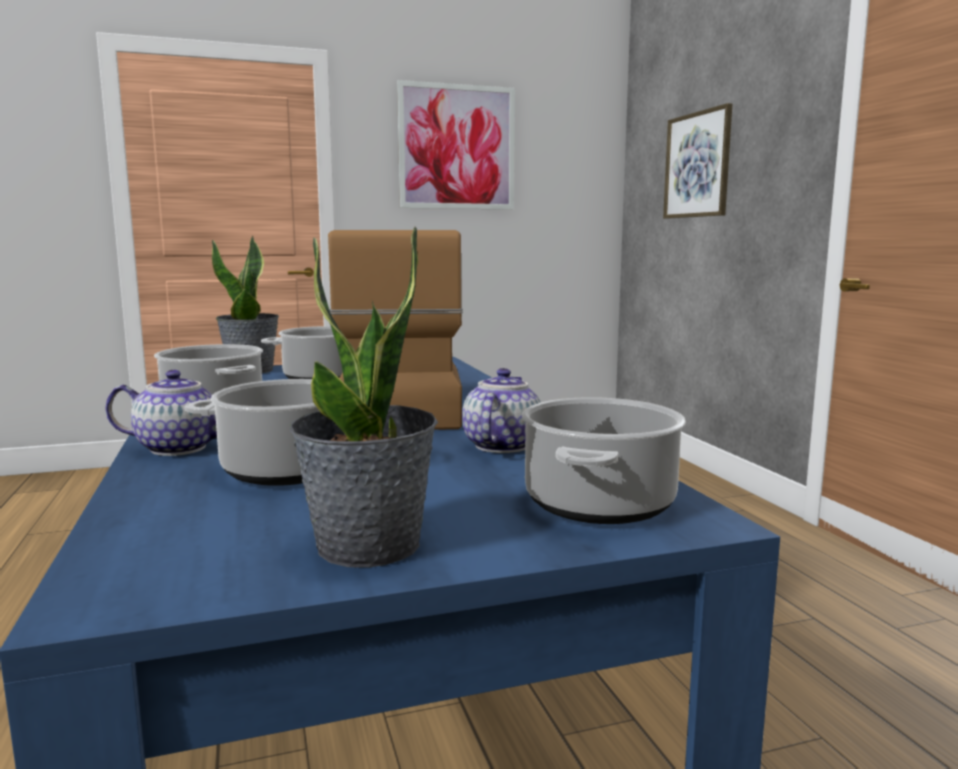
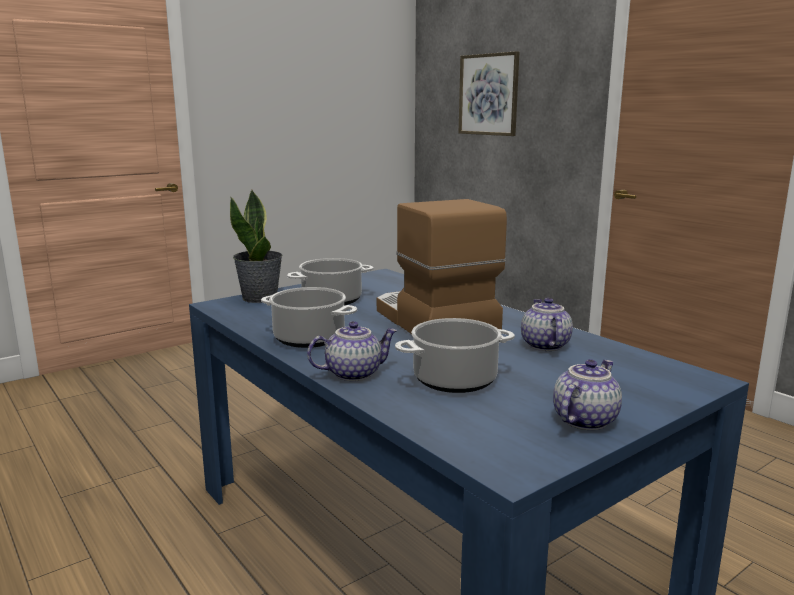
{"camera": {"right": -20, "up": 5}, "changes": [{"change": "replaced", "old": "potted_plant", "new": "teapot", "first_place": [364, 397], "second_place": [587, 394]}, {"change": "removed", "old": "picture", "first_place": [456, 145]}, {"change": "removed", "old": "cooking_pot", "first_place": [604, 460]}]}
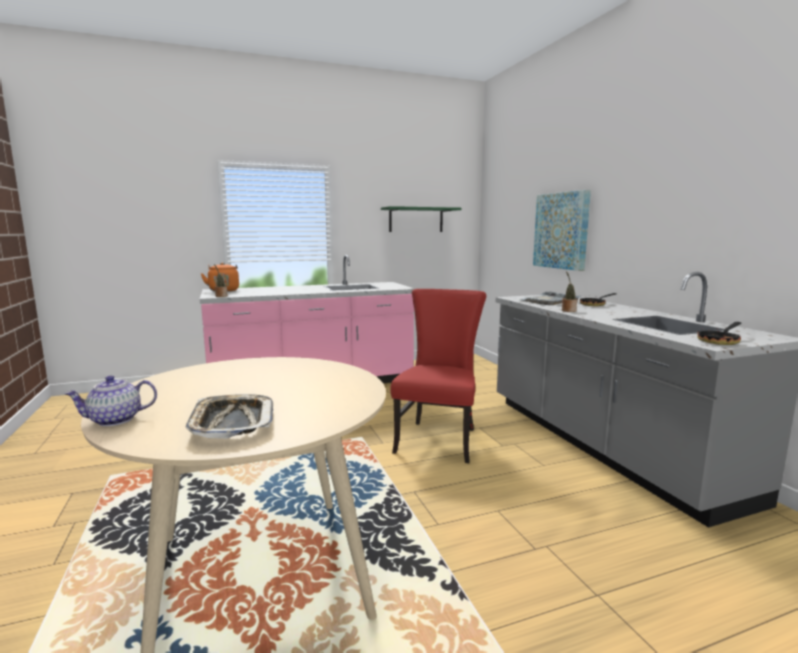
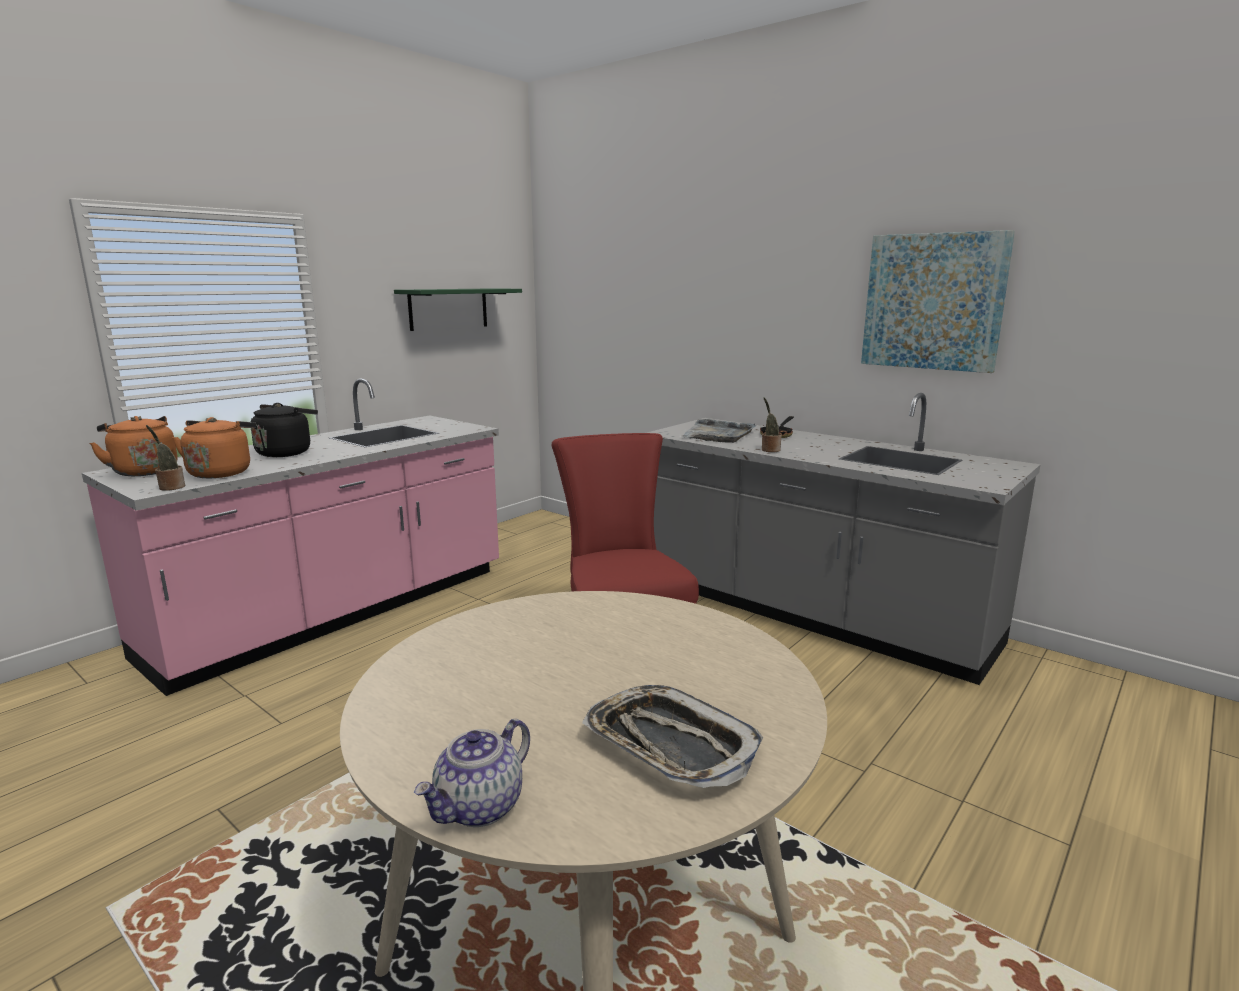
{"camera": {"right": -30, "up": 5}, "changes": [{"change": "moved", "old": "picture", "first_place": [562, 230], "second_place": [938, 301]}, {"change": "removed", "old": "frying_pan", "first_place": [719, 333]}, {"change": "added", "new": "orange_kettle", "second_place": [214, 447]}, {"change": "added", "new": "black_kettle", "second_place": [284, 430]}]}
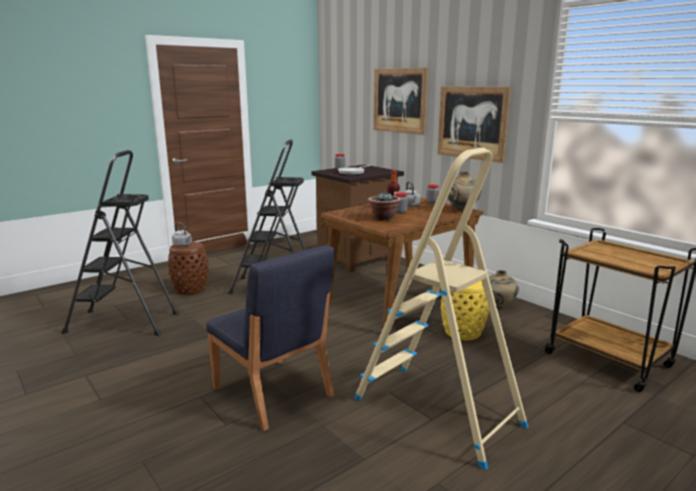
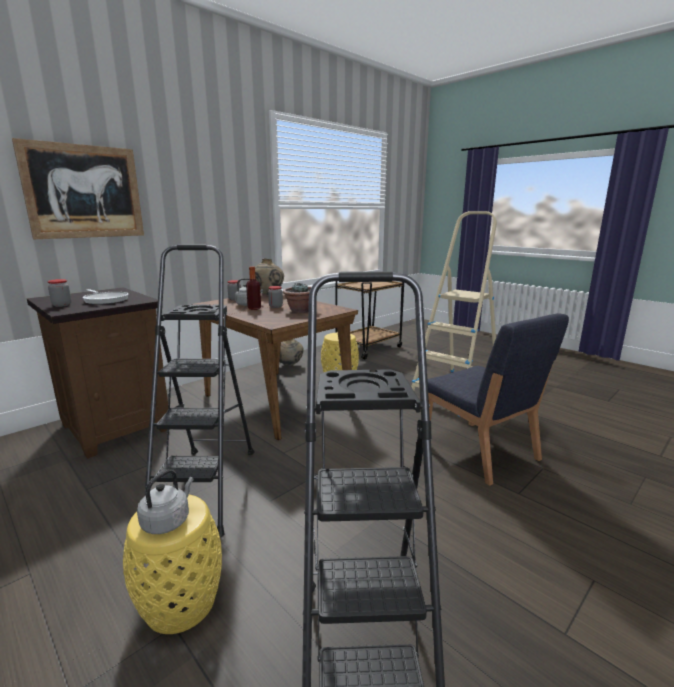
{"camera": {"right": -95, "up": 0}, "changes": [{"change": "recoloured", "old": "brown_stool", "new": "yellow_stool", "first_place": [188, 268], "second_place": [172, 564]}, {"change": "turned", "old": "blue_chair", "first_place": [270, 338], "second_place": [498, 399], "degrees": 105}, {"change": "removed", "old": "picture", "first_place": [474, 124]}]}
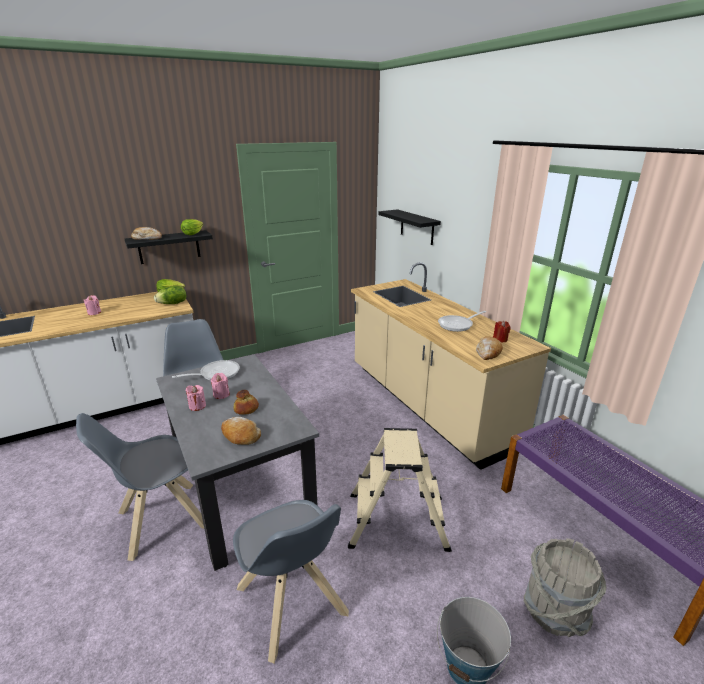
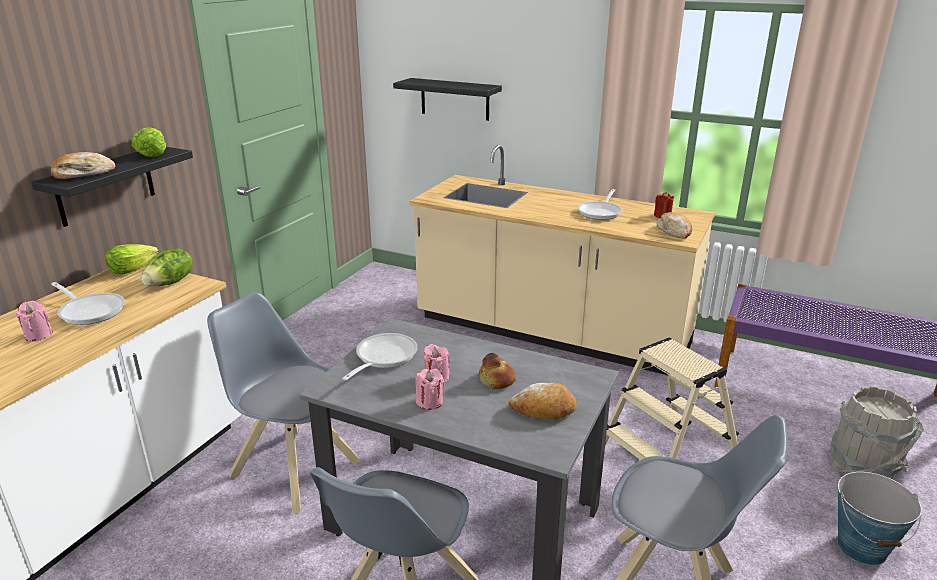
{"camera": {"right": -35, "up": 0}, "changes": [{"change": "added", "new": "frying_pan", "second_place": [88, 303]}]}
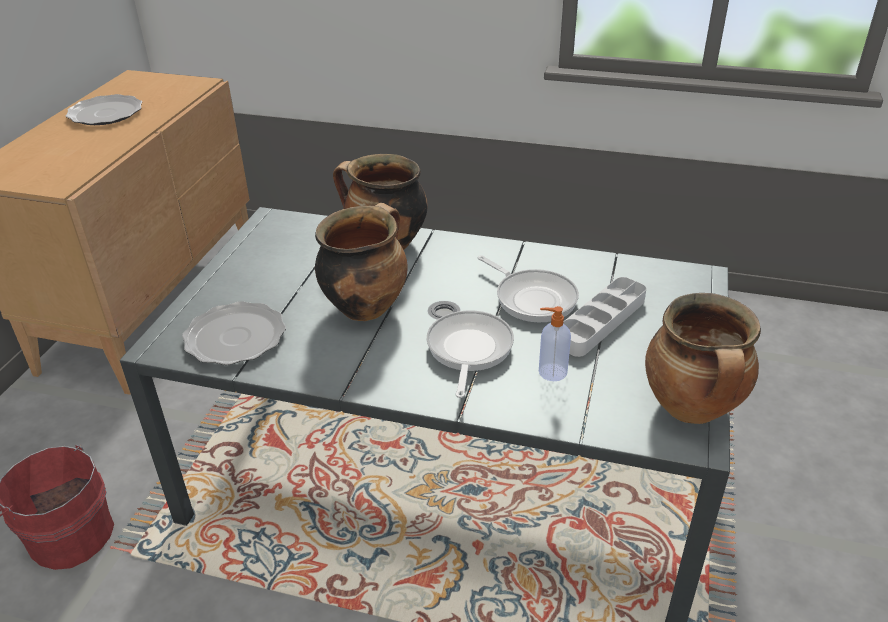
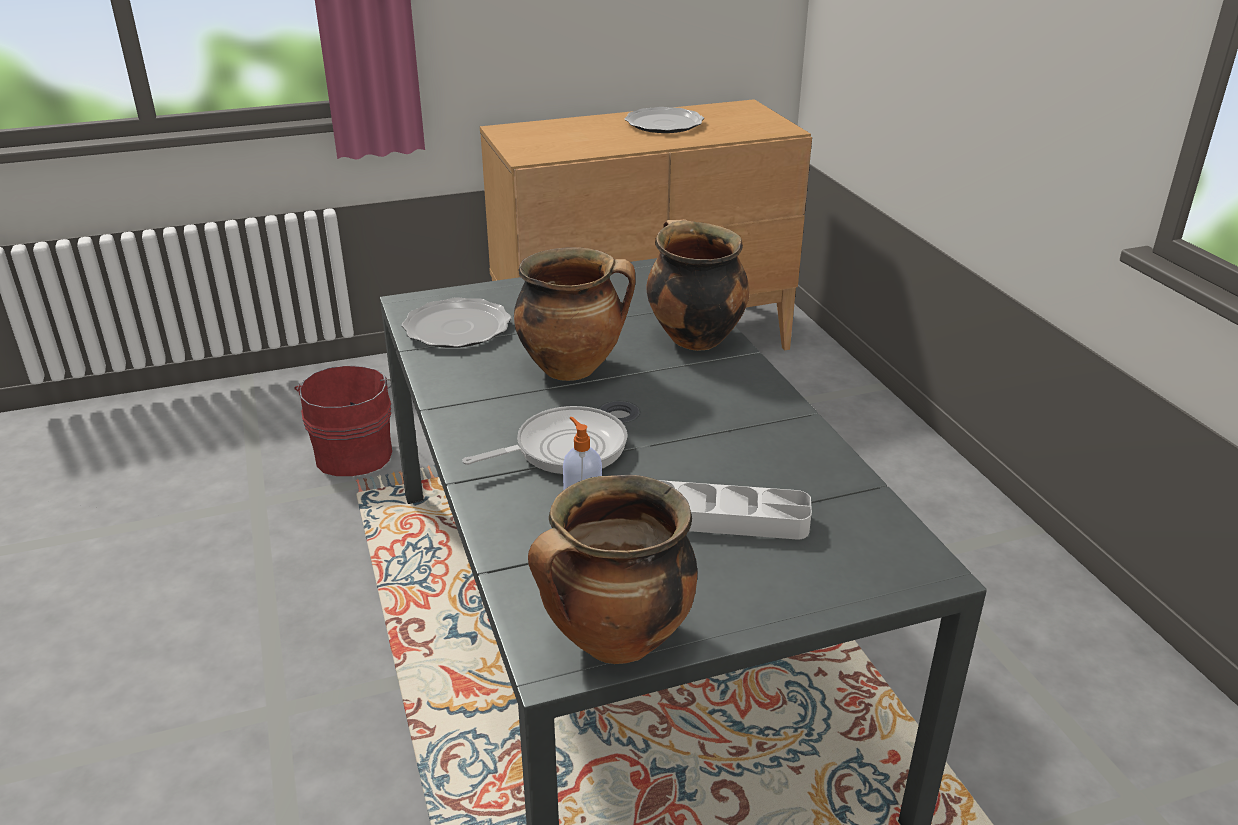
{"camera": {"right": 55, "up": -5}, "changes": [{"change": "removed", "old": "frying_pan", "first_place": [528, 289]}]}
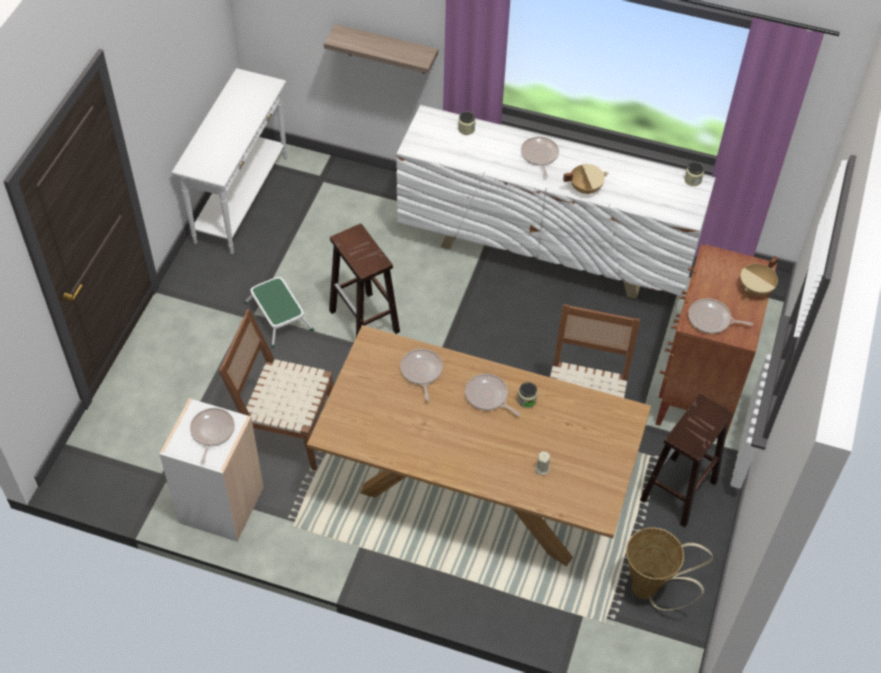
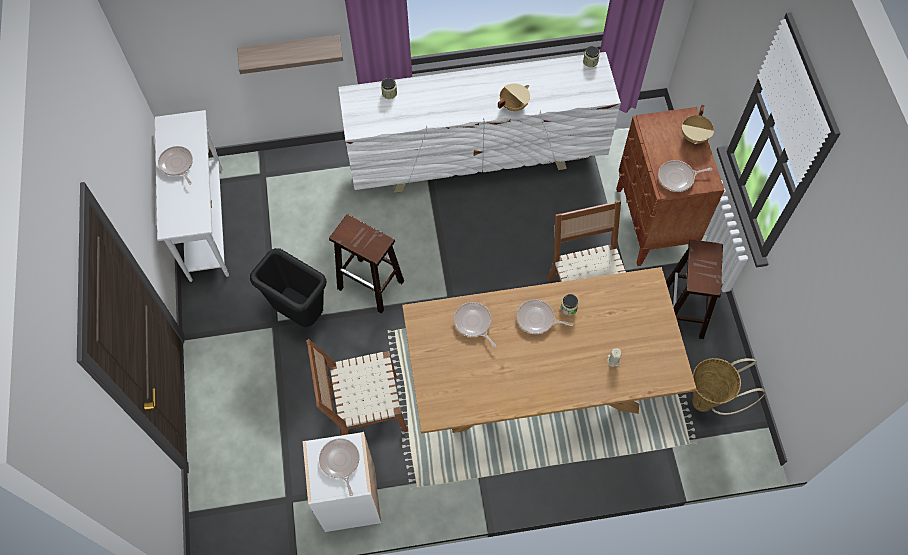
{"camera": {"right": -25, "up": 10}, "changes": [{"change": "replaced", "old": "green_step_ladder", "new": "black_trash_can", "first_place": [279, 313], "second_place": [288, 287]}, {"change": "moved", "old": "frying_pan", "first_place": [540, 157], "second_place": [175, 165]}]}
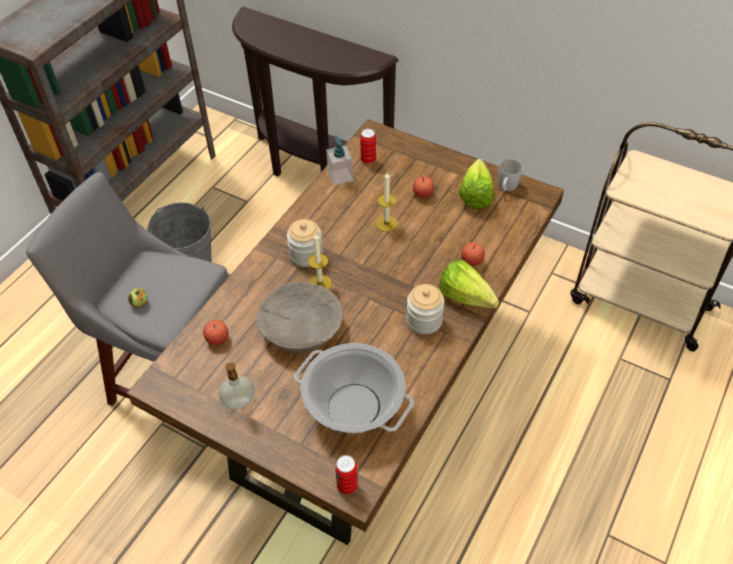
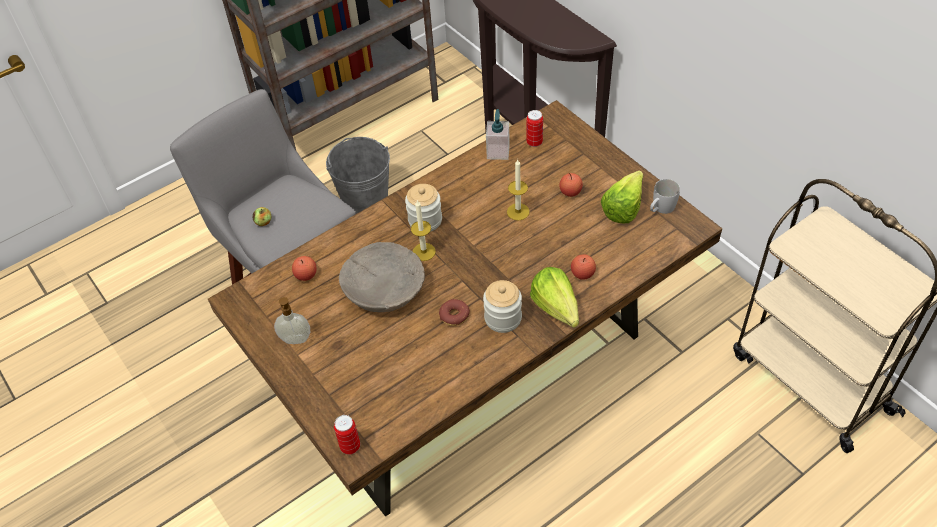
{"camera": {"right": 25, "up": 0}, "changes": [{"change": "removed", "old": "cooking_pot", "first_place": [354, 388]}, {"change": "added", "new": "donut", "second_place": [454, 312]}]}
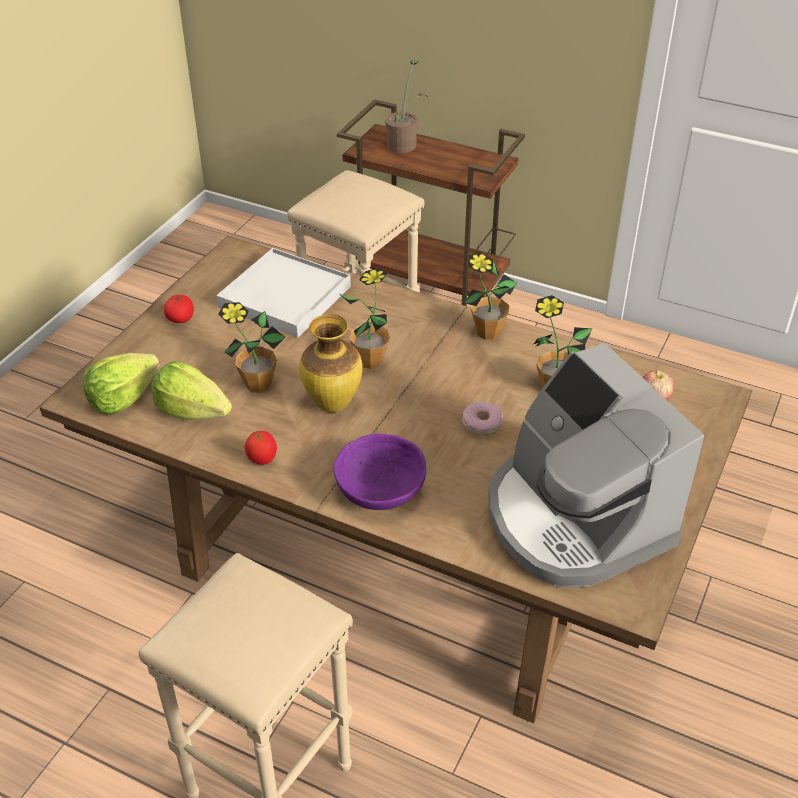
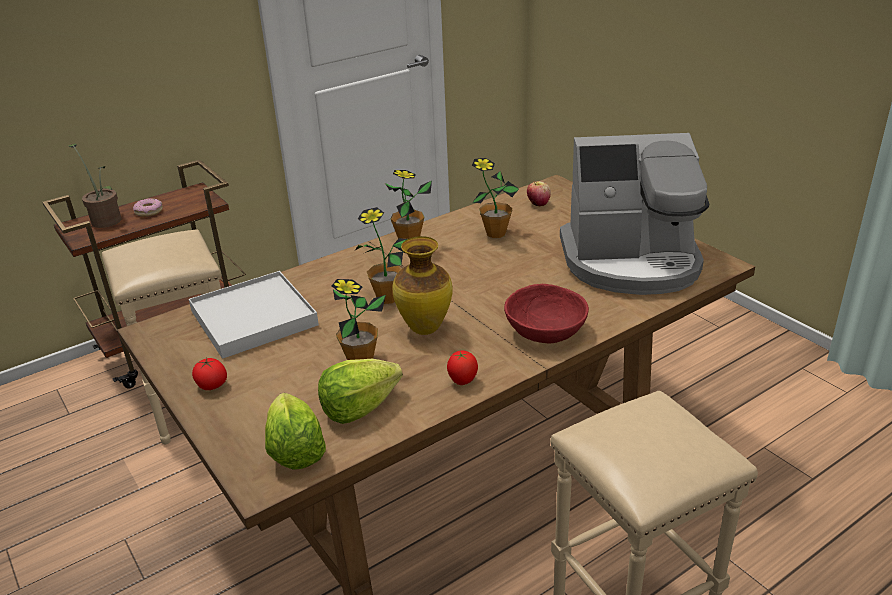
{"camera": {"right": -60, "up": -10}, "changes": [{"change": "recoloured", "old": "purple_bowl", "new": "red_bowl", "first_place": [379, 472], "second_place": [546, 313]}, {"change": "moved", "old": "donut", "first_place": [482, 418], "second_place": [148, 207]}]}
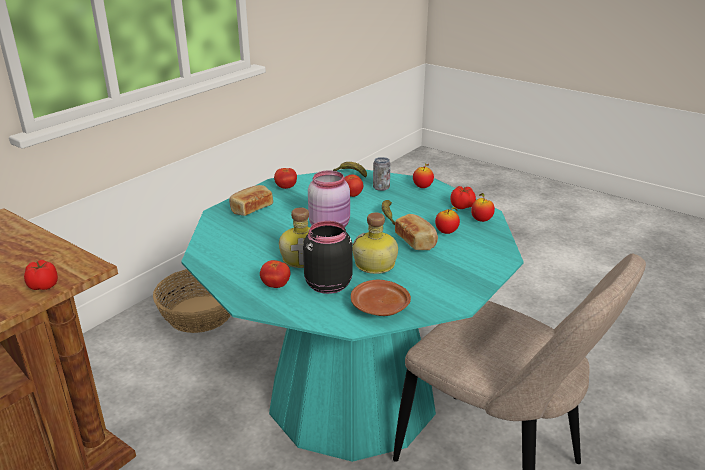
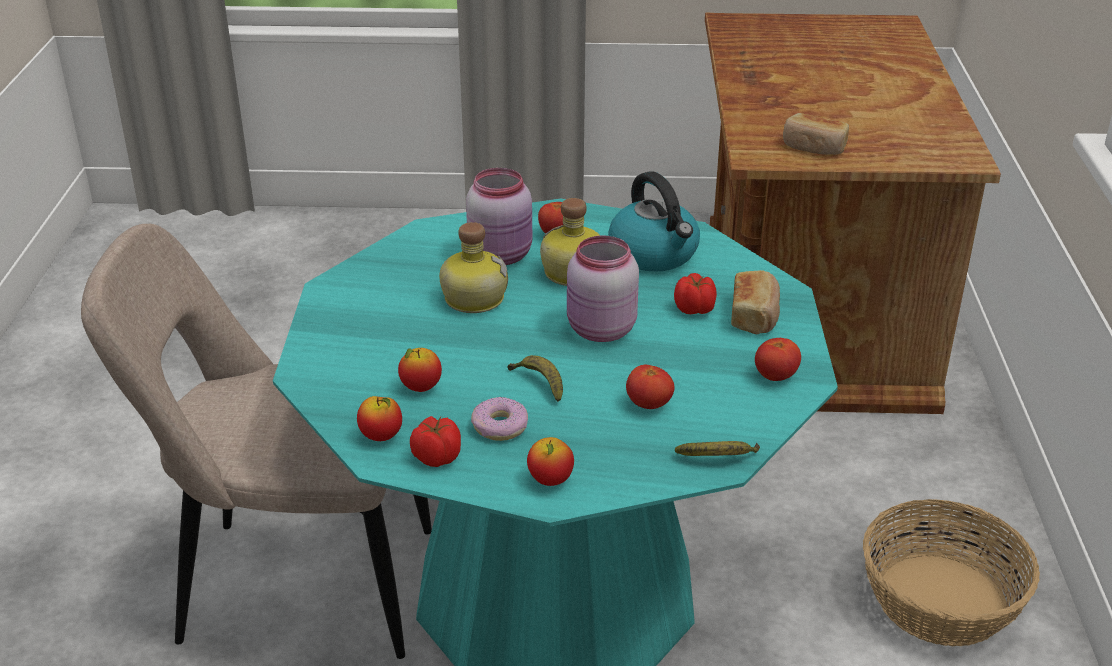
{"camera": {"right": 145, "up": 5}, "changes": [{"change": "moved", "old": "tomato", "first_place": [41, 275], "second_place": [695, 293]}, {"change": "recoloured", "old": "black_jar", "new": "pink_jar", "first_place": [327, 257], "second_place": [499, 216]}, {"change": "removed", "old": "brown_plate", "first_place": [381, 298]}, {"change": "removed", "old": "can", "first_place": [382, 174]}, {"change": "moved", "old": "bread", "first_place": [416, 232], "second_place": [816, 134]}, {"change": "added", "new": "donut", "second_place": [499, 419]}, {"change": "added", "new": "kettle", "second_place": [654, 221]}]}
